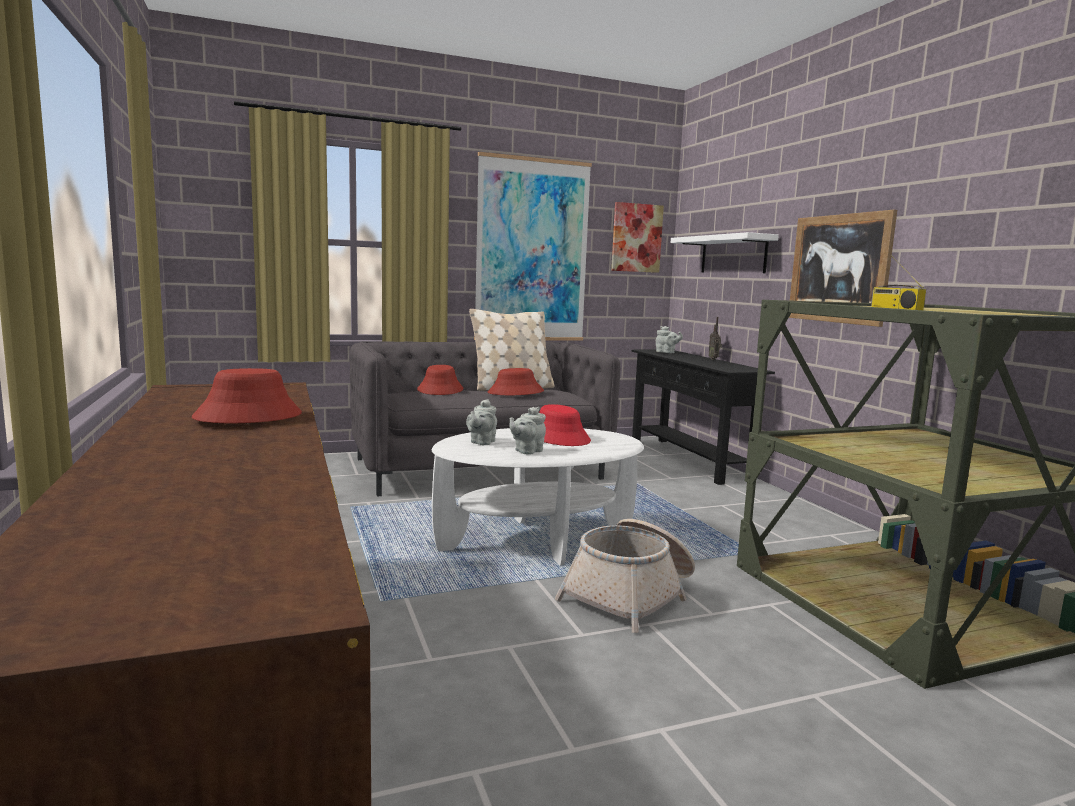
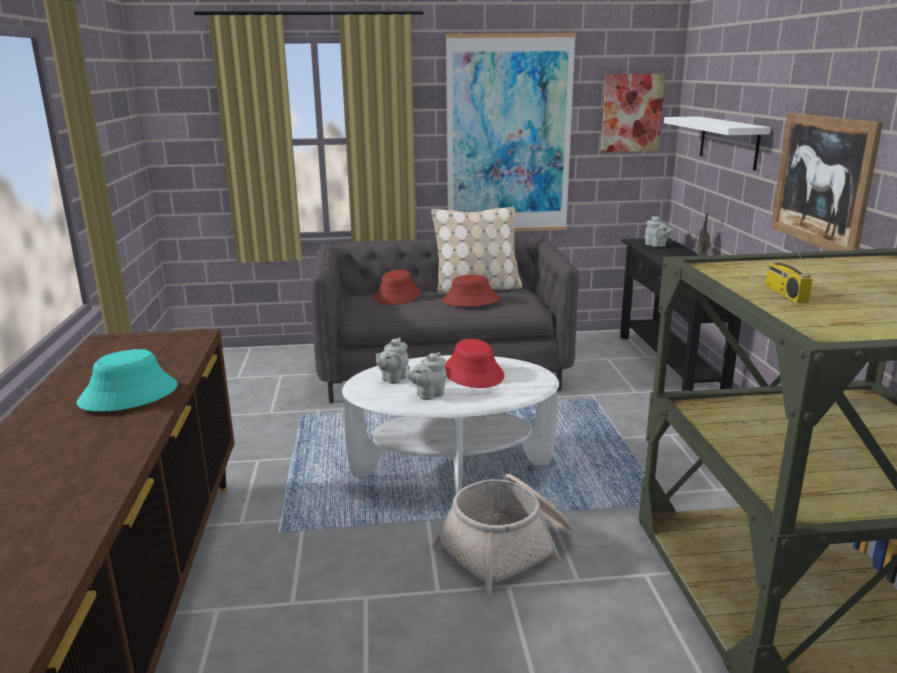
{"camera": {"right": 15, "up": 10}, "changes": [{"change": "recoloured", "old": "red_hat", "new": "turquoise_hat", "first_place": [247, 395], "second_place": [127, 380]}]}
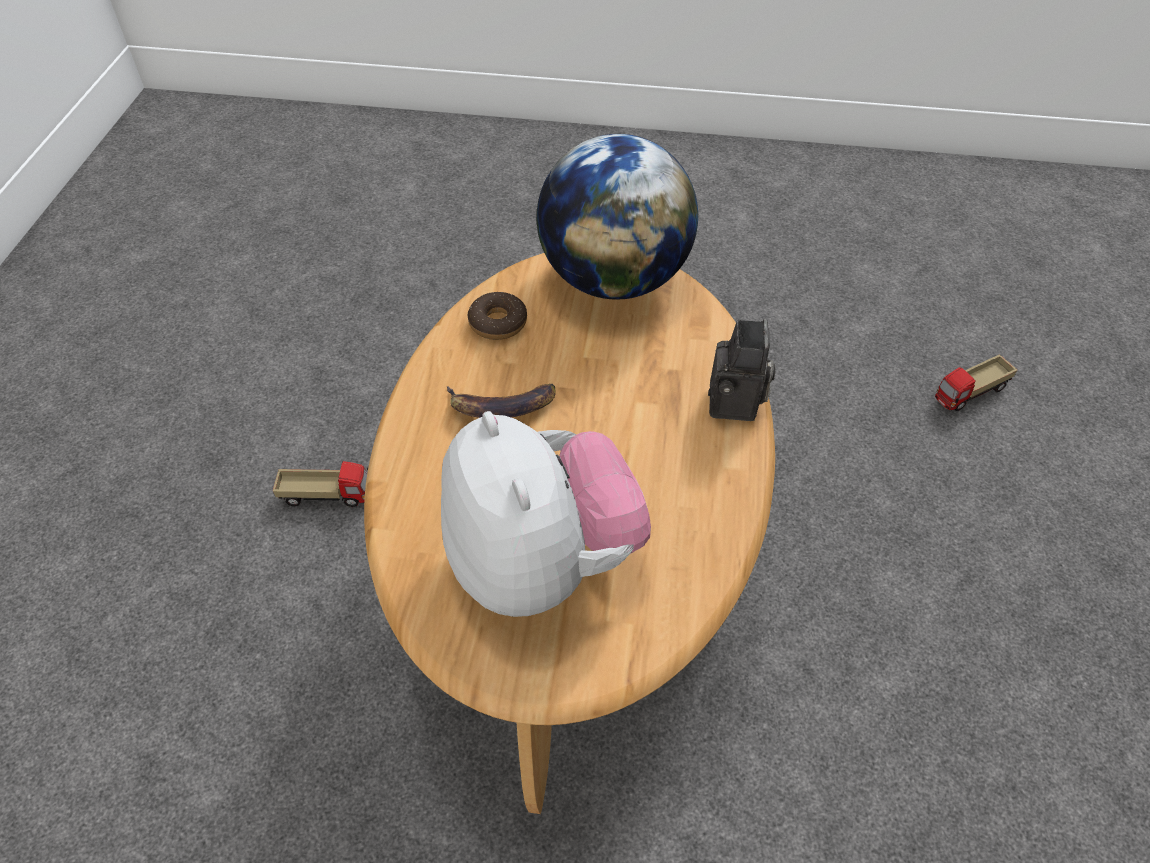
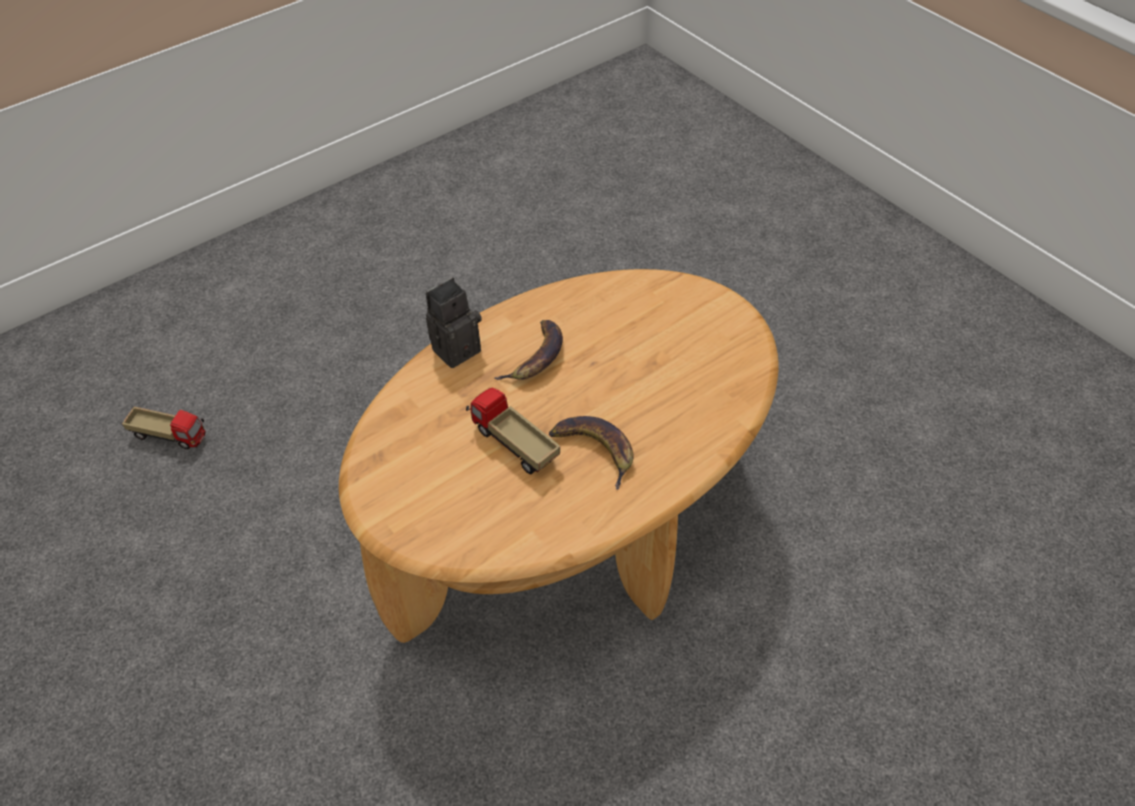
{"camera": {"right": -135, "up": 0}, "changes": [{"change": "moved", "old": "toy_truck", "first_place": [320, 484], "second_place": [513, 431]}, {"change": "removed", "old": "plush_toy", "first_place": [546, 514]}, {"change": "removed", "old": "donut", "first_place": [497, 316]}, {"change": "removed", "old": "globe", "first_place": [617, 216]}, {"change": "added", "new": "banana", "second_place": [529, 350]}]}
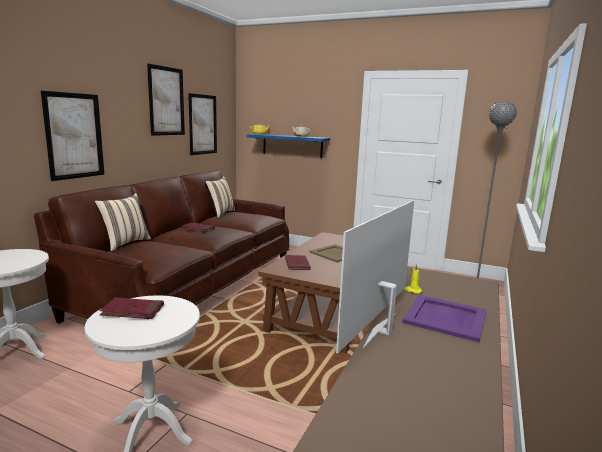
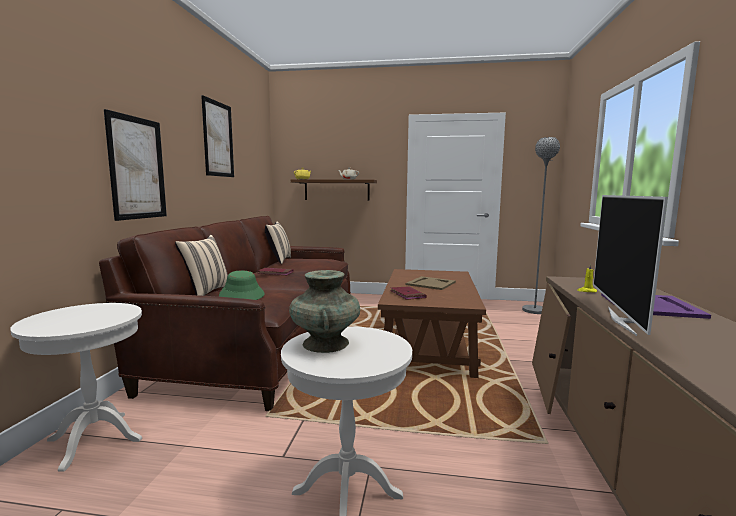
{"camera": {"right": -15, "up": -5}, "changes": [{"change": "replaced", "old": "red_book", "new": "turquoise_vase", "first_place": [132, 308], "second_place": [324, 311]}, {"change": "removed", "old": "picture", "first_place": [202, 124]}, {"change": "recoloured", "old": "blue_shelf", "new": "brown_shelf", "first_place": [288, 146], "second_place": [334, 190]}, {"change": "added", "new": "green_hat", "second_place": [242, 285]}]}
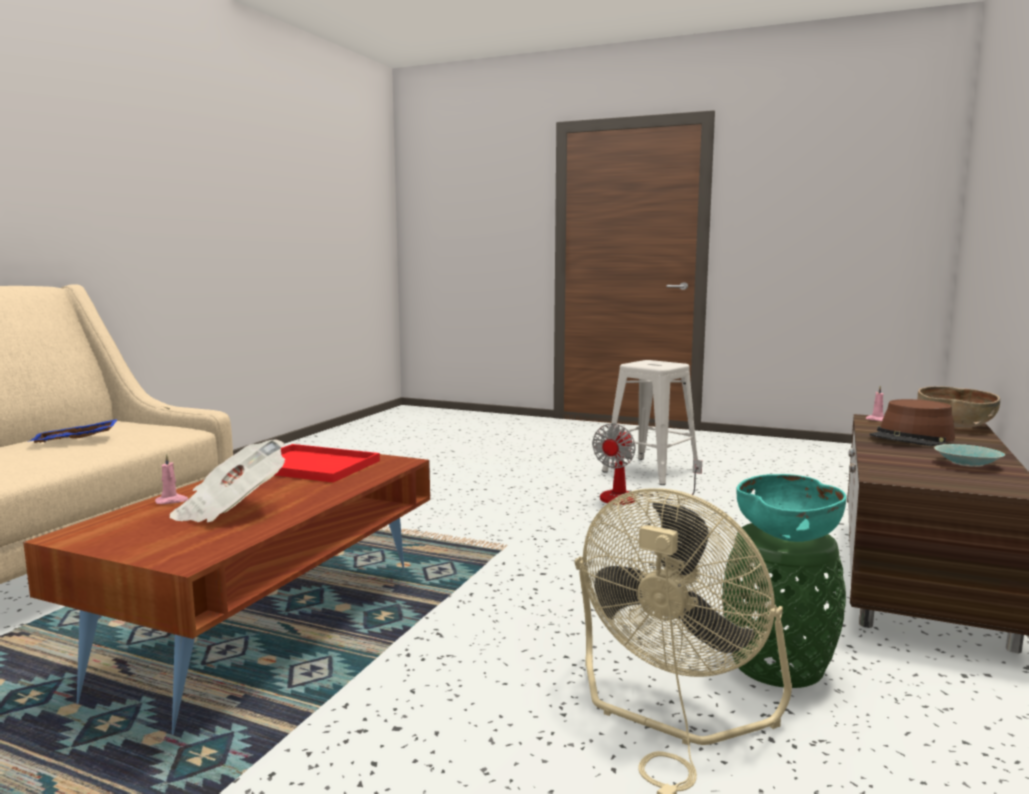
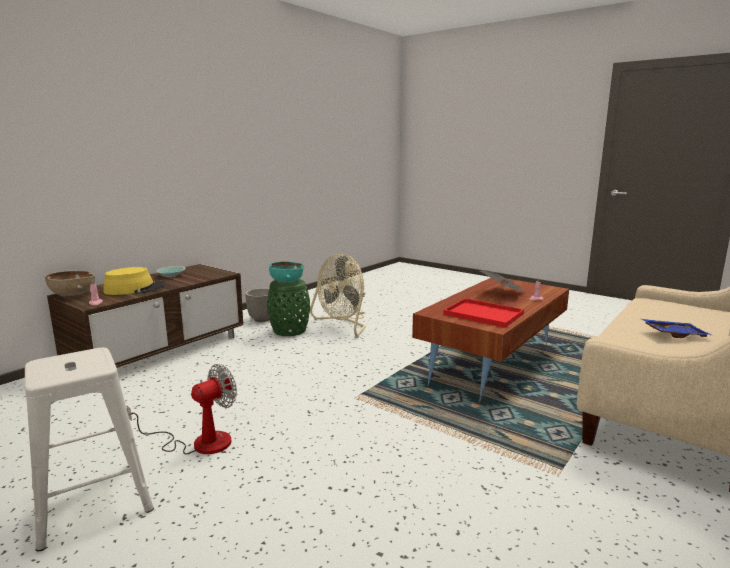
{"camera": {"right": -165, "up": 5}, "changes": [{"change": "recoloured", "old": "brown_hat", "new": "yellow_hat", "first_place": [912, 422], "second_place": [134, 281]}, {"change": "added", "new": "planter", "second_place": [258, 305]}]}
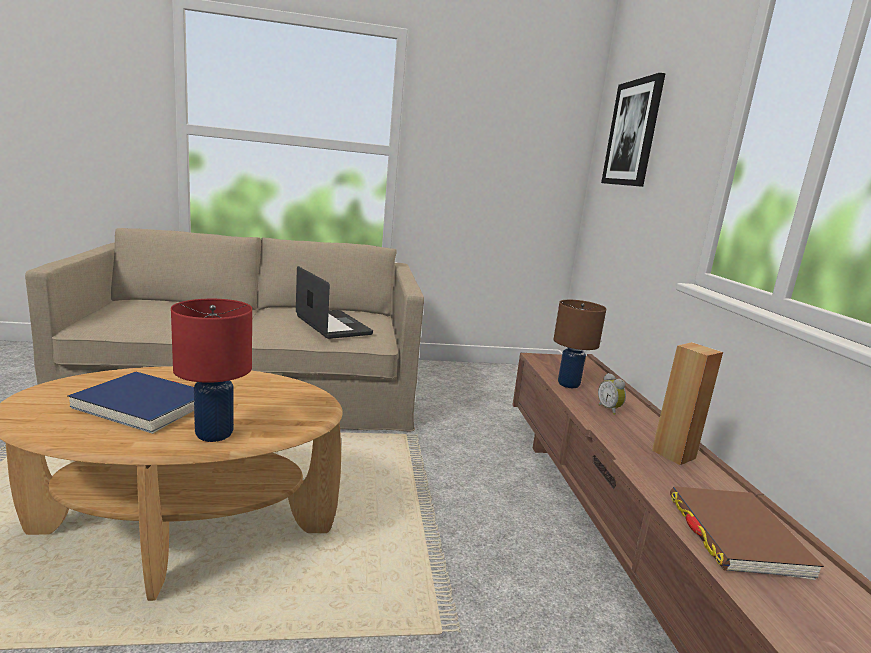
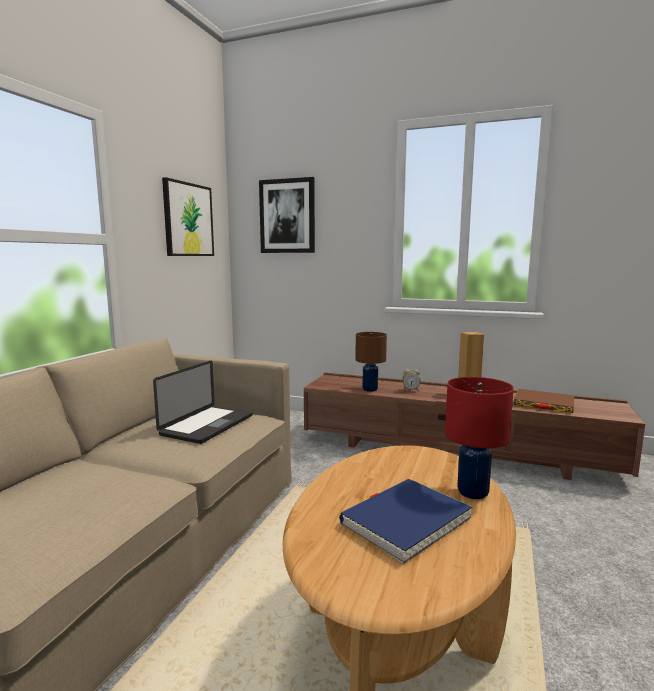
{"camera": {"right": -60, "up": -5}, "changes": [{"change": "turned", "old": "laptop", "first_place": [334, 302], "second_place": [202, 402], "degrees": 120}, {"change": "added", "new": "picture", "second_place": [188, 216]}]}
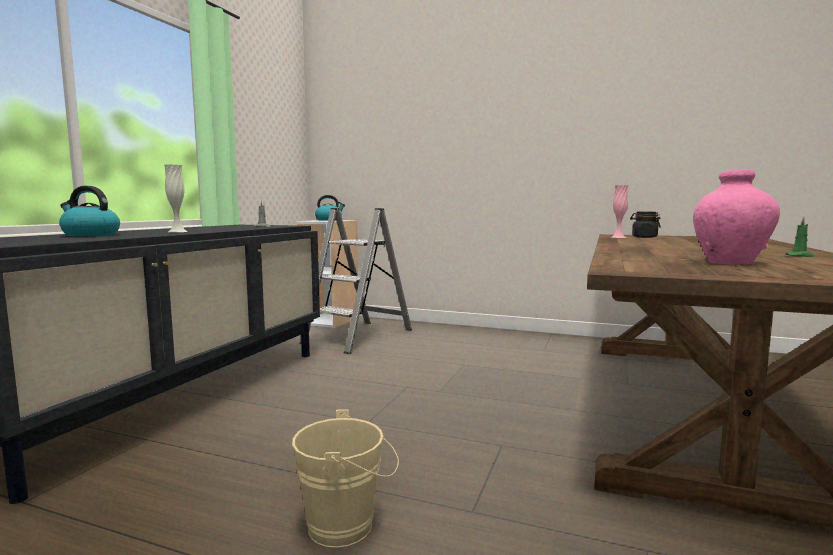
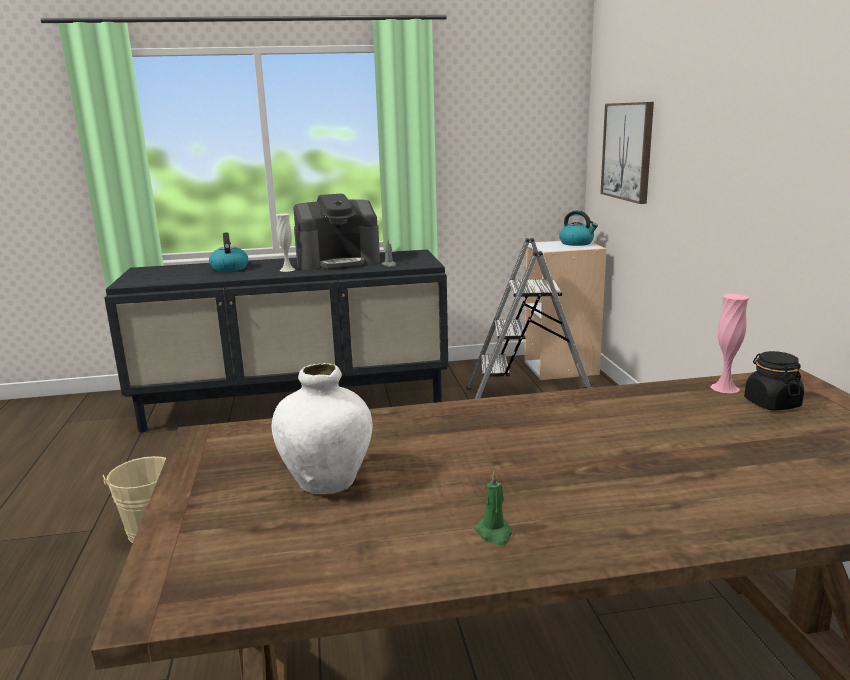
{"camera": {"right": 60, "up": 10}, "changes": [{"change": "recoloured", "old": "pink_vase", "new": "white_vase", "first_place": [736, 217], "second_place": [321, 428]}, {"change": "added", "new": "coffee_machine", "second_place": [336, 232]}, {"change": "added", "new": "picture", "second_place": [627, 153]}]}
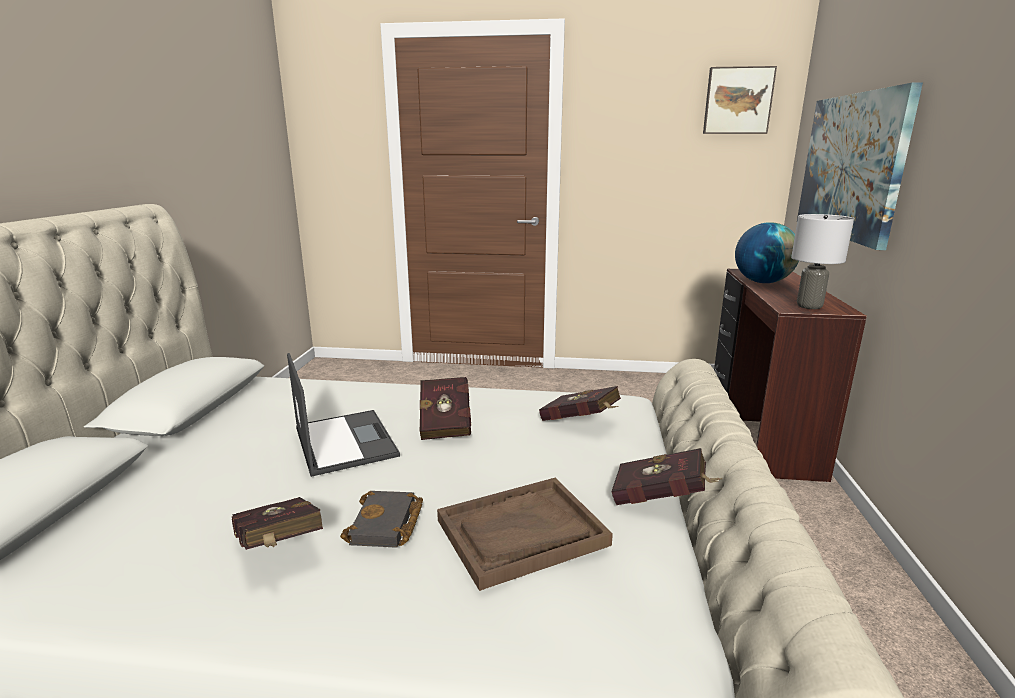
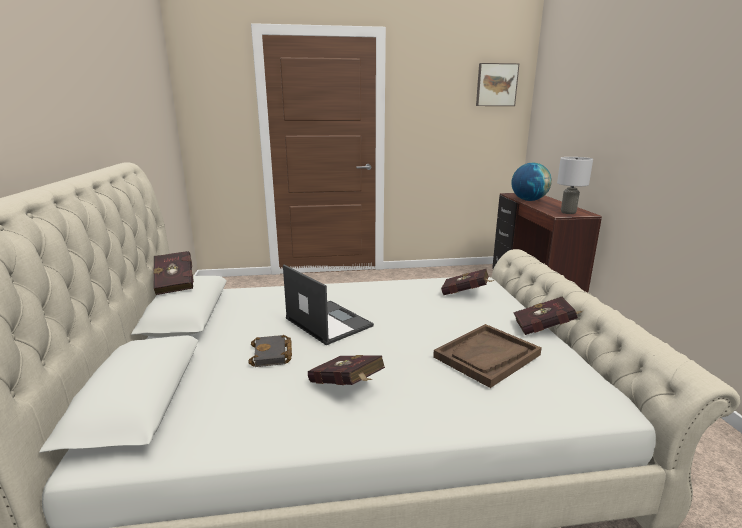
{"camera": {"right": -15, "up": 0}, "changes": [{"change": "moved", "old": "black_book", "first_place": [381, 519], "second_place": [270, 351]}, {"change": "moved", "old": "red_book", "first_place": [445, 408], "second_place": [173, 273]}, {"change": "removed", "old": "picture", "first_place": [860, 166]}]}
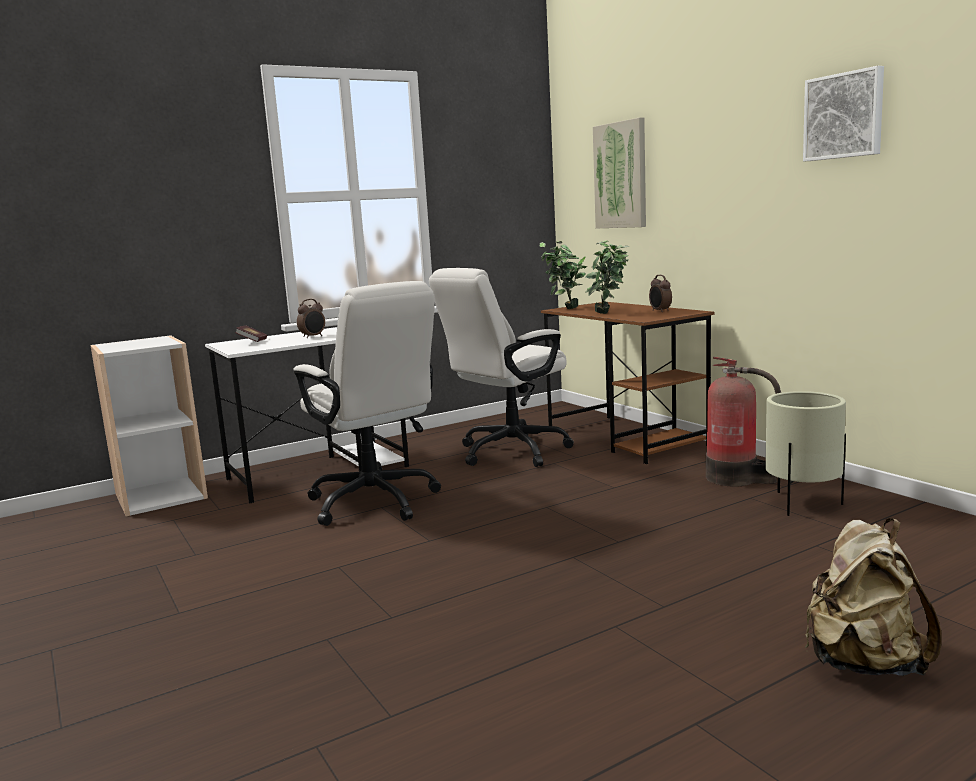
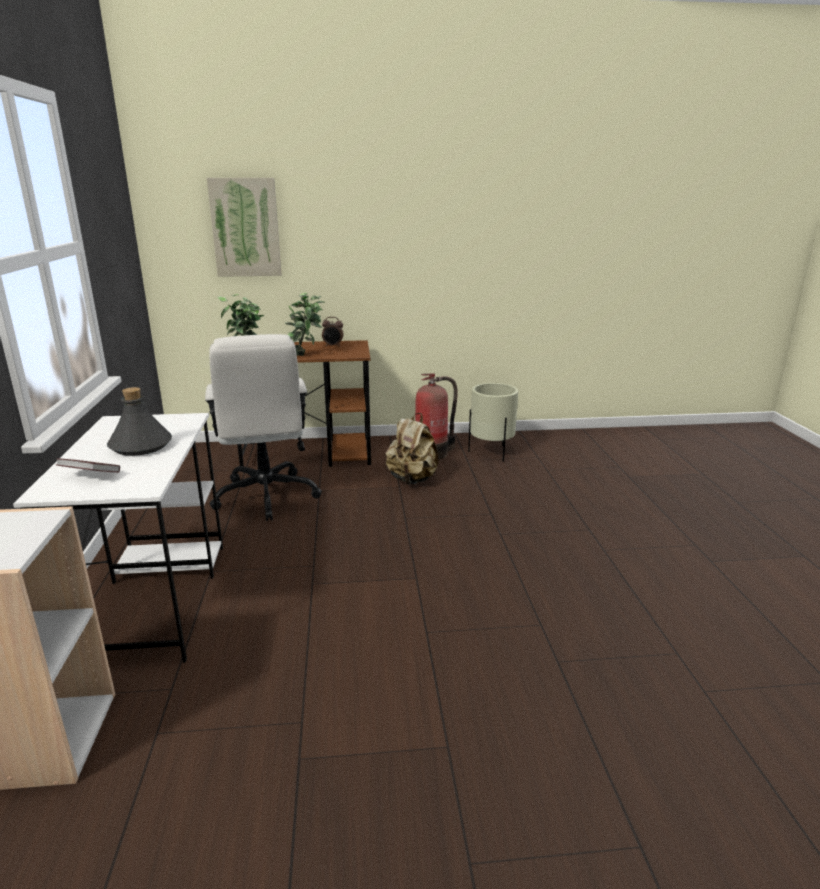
{"camera": {"right": -65, "up": 10}, "changes": [{"change": "removed", "old": "white_office_chair", "first_place": [367, 403]}, {"change": "replaced", "old": "alarm_clock", "new": "grey_bottle", "first_place": [311, 318], "second_place": [139, 421]}, {"change": "removed", "old": "picture", "first_place": [843, 113]}, {"change": "moved", "old": "beige_backpack", "first_place": [873, 597], "second_place": [412, 449]}]}
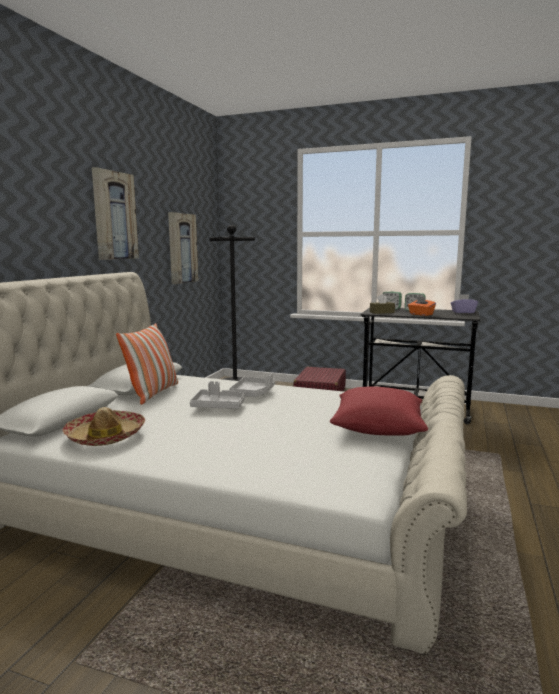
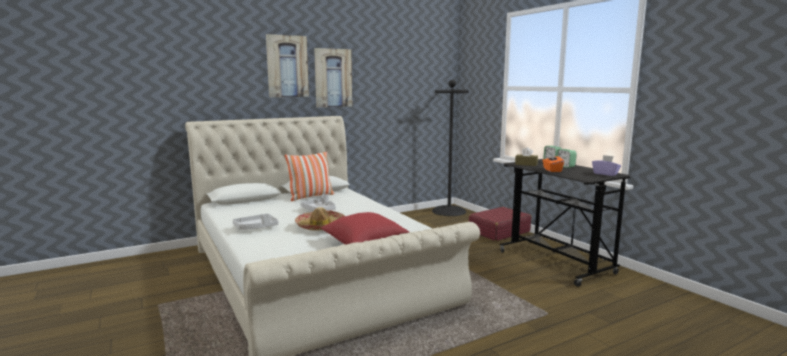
{"camera": {"right": 40, "up": 0}, "changes": [{"change": "moved", "old": "hat", "first_place": [104, 426], "second_place": [320, 219]}, {"change": "moved", "old": "picture", "first_place": [183, 248], "second_place": [287, 65]}, {"change": "moved", "old": "grey_tray", "first_place": [252, 385], "second_place": [255, 221]}]}
